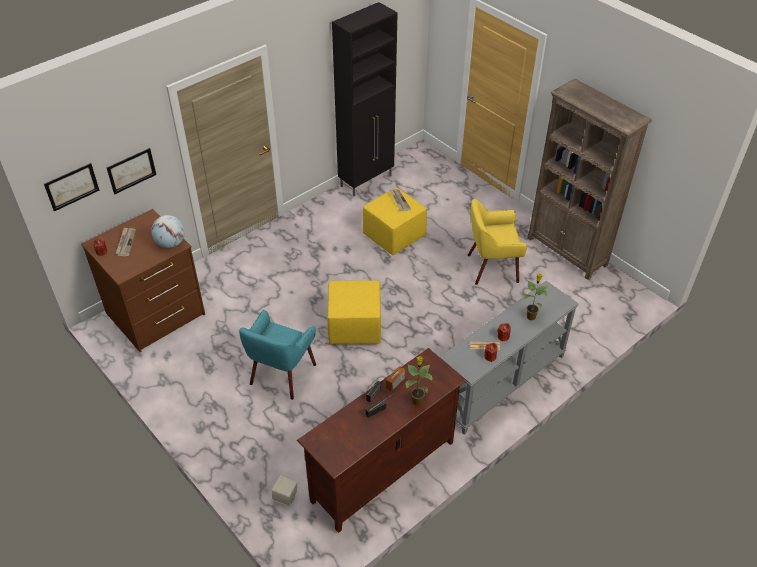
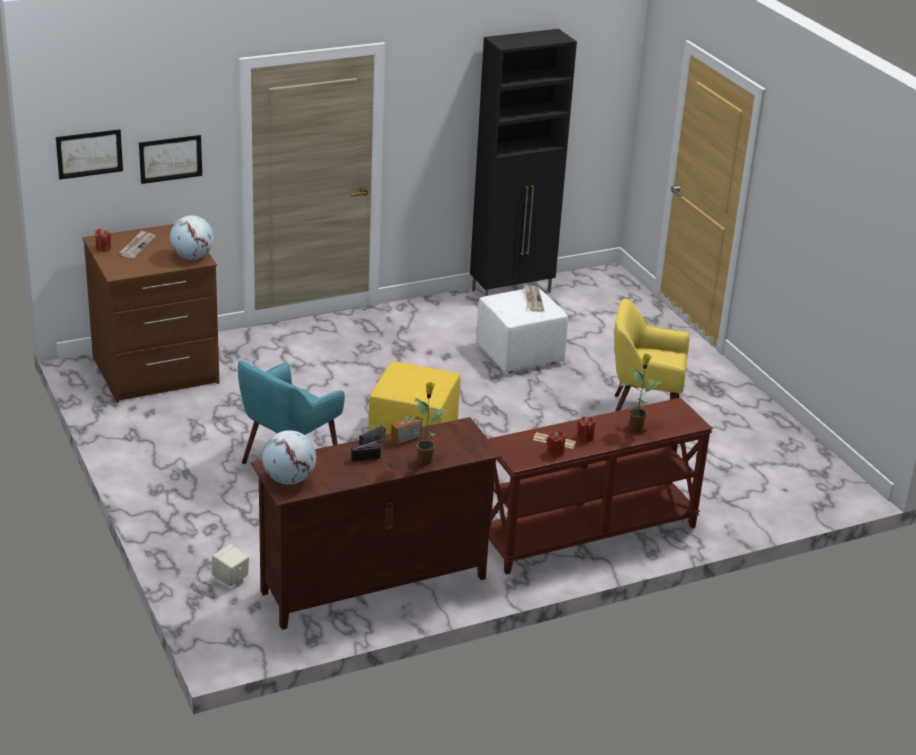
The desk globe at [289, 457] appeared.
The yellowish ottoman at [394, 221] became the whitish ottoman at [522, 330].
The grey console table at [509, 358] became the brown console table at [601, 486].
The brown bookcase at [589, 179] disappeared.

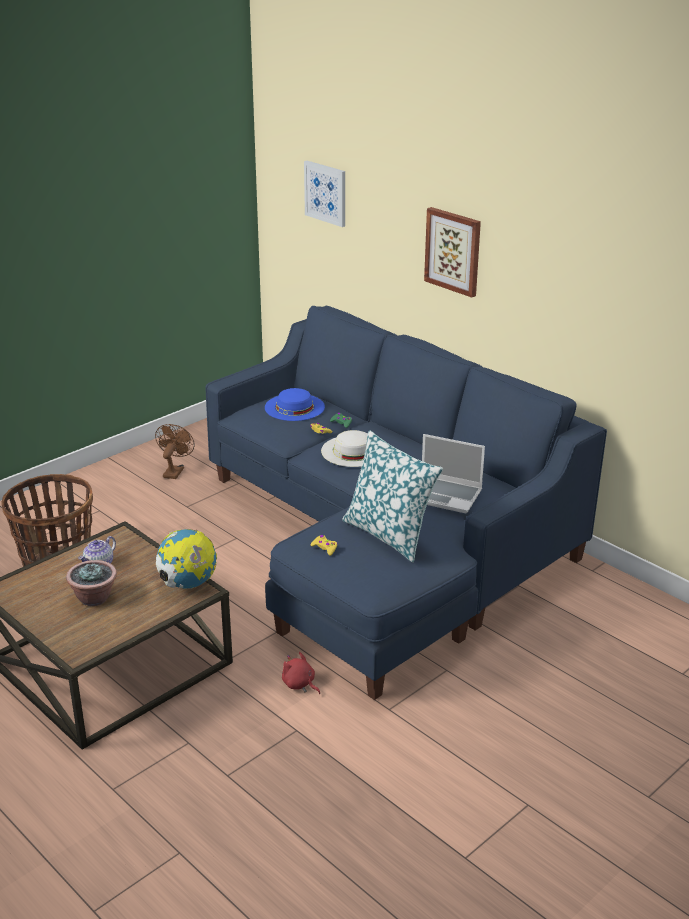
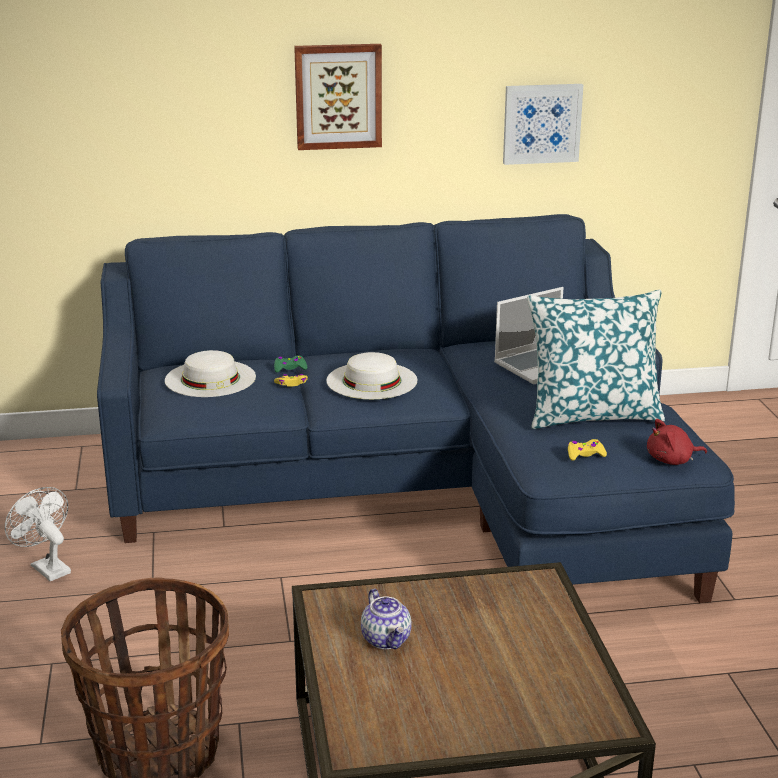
The brown electric fan at [174, 451] became the whitish electric fan at [38, 534].
The bluish wearable hat at [295, 404] became the whitish wearable hat at [210, 373].
The wall picture moved from [324, 194] to [543, 124].
The red cuddly toy moved from [301, 673] to [677, 442].
The plant in a pot at [91, 583] disappeared.
The desk globe at [186, 559] disappeared.

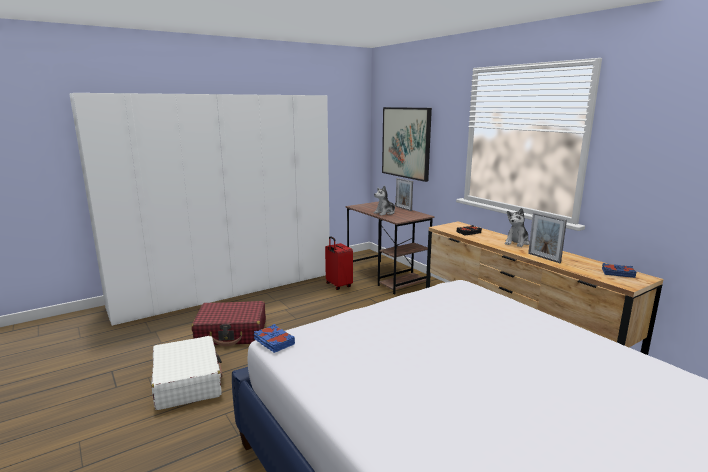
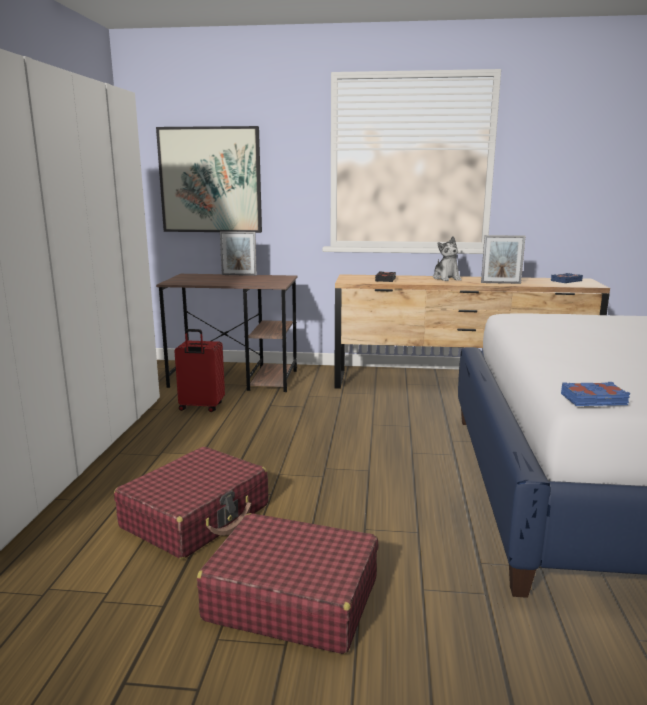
The whitish piece of luggage at [186, 373] became the red piece of luggage at [288, 583].
The cuddly toy at [385, 200] disappeared.

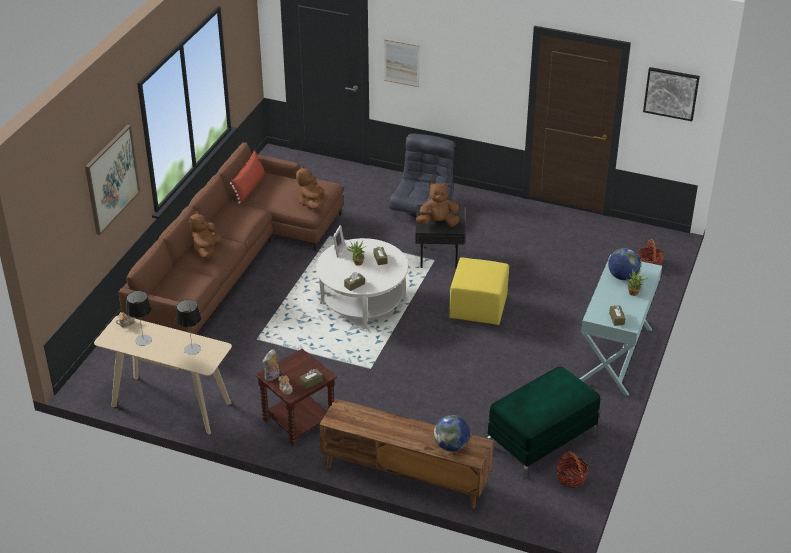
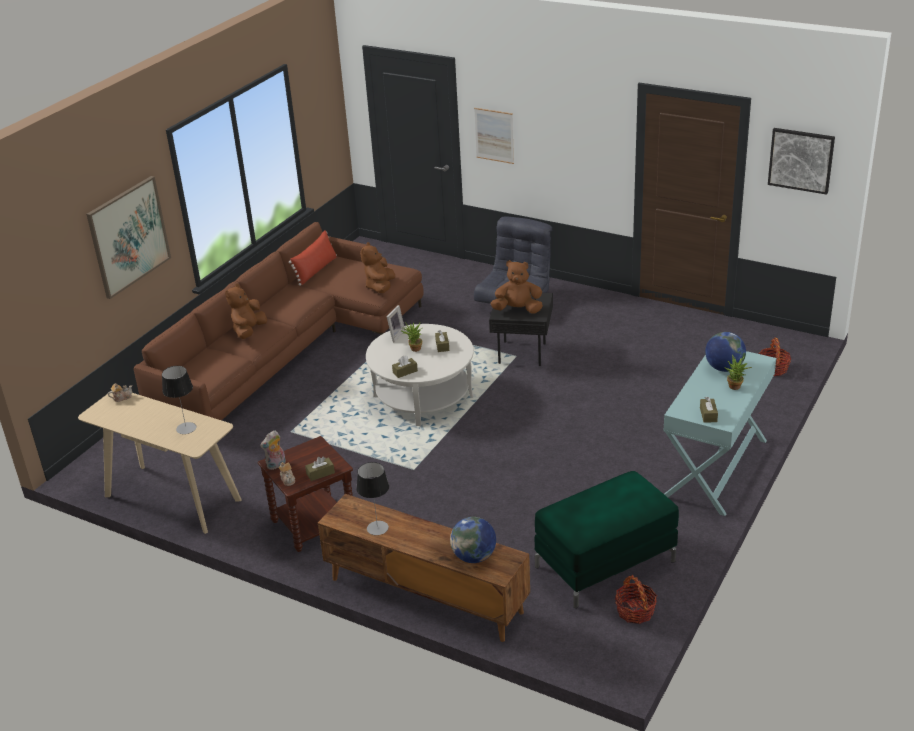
The lamp for a table moved from [139, 318] to [372, 498].
The yellowish ottoman at [479, 291] disappeared.

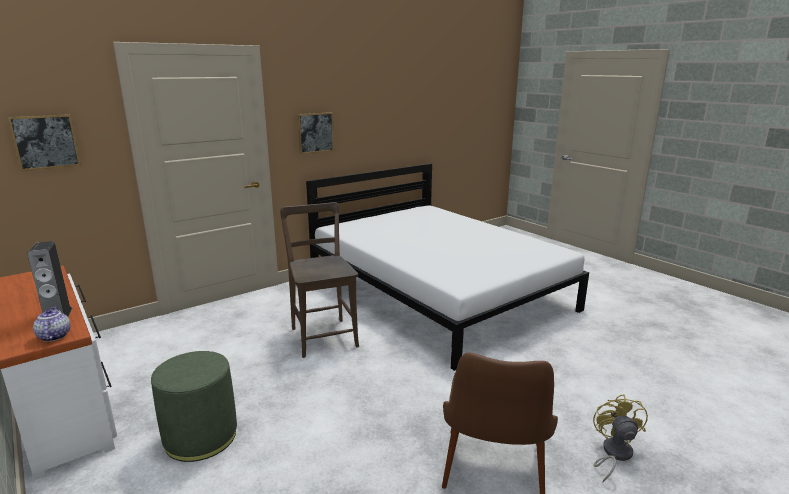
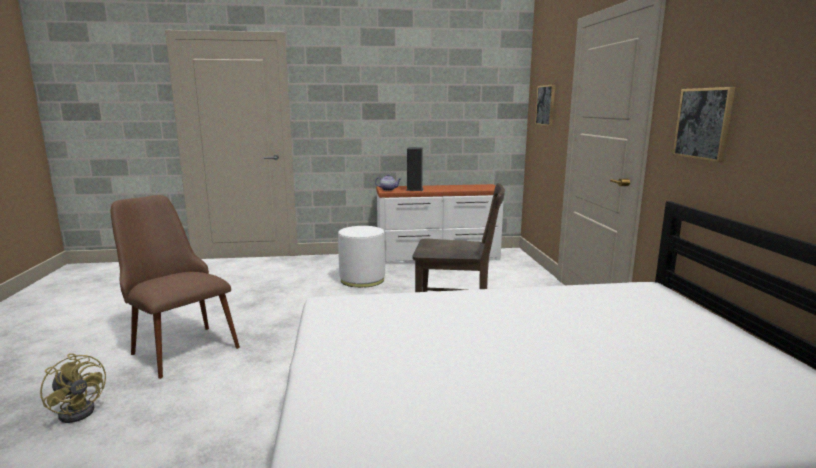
The green-coloured ottoman at [194, 406] became the whitish ottoman at [361, 257].

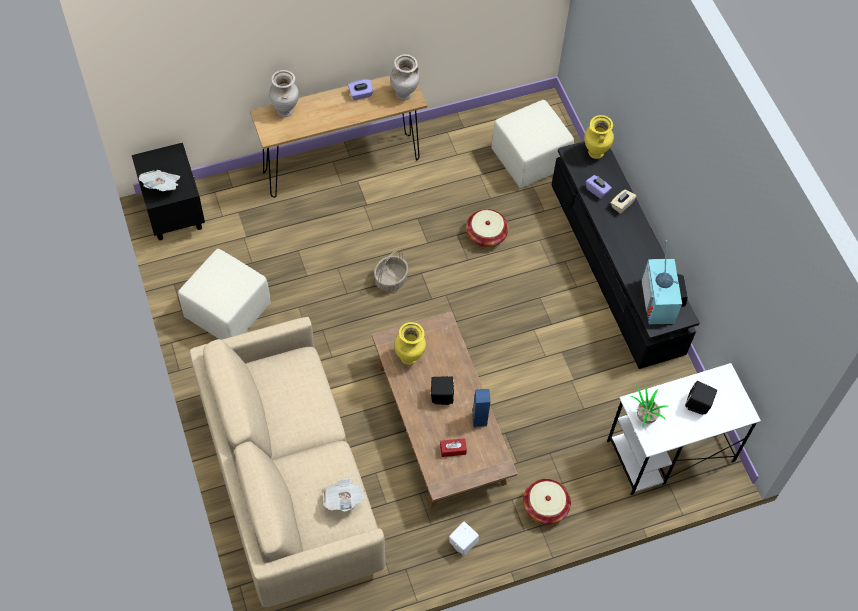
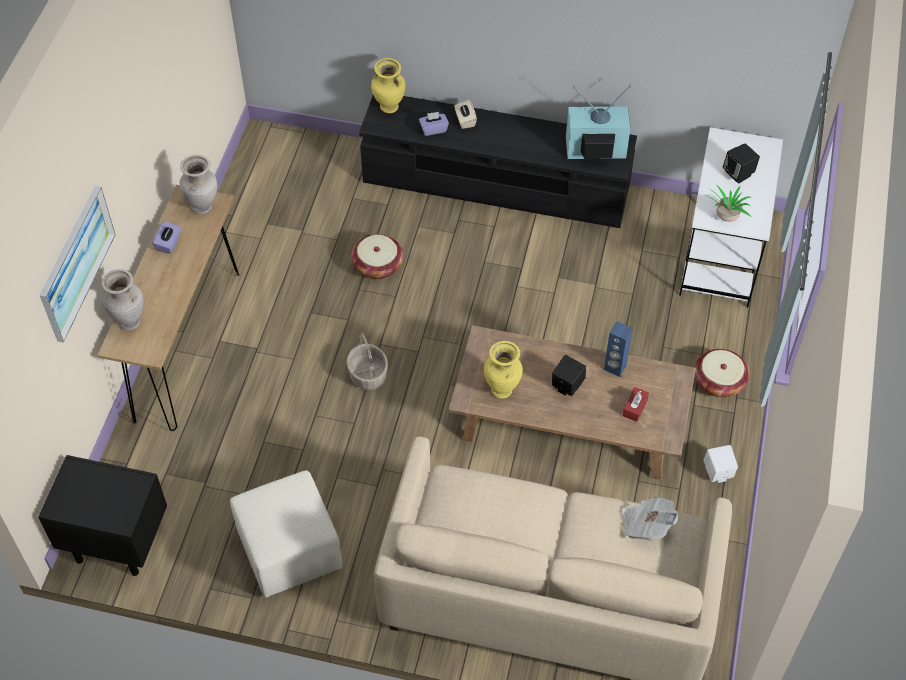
The wall picture at [78, 264] appeared.
The television at [665, 282] turned 150 degrees clockwise.
The daily paper at [159, 180] disappeared.
The sand-coloured ottoman at [532, 144] disappeared.

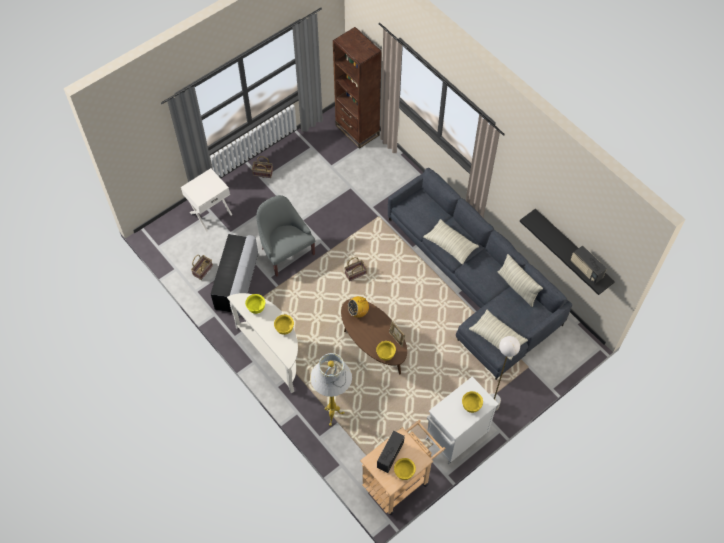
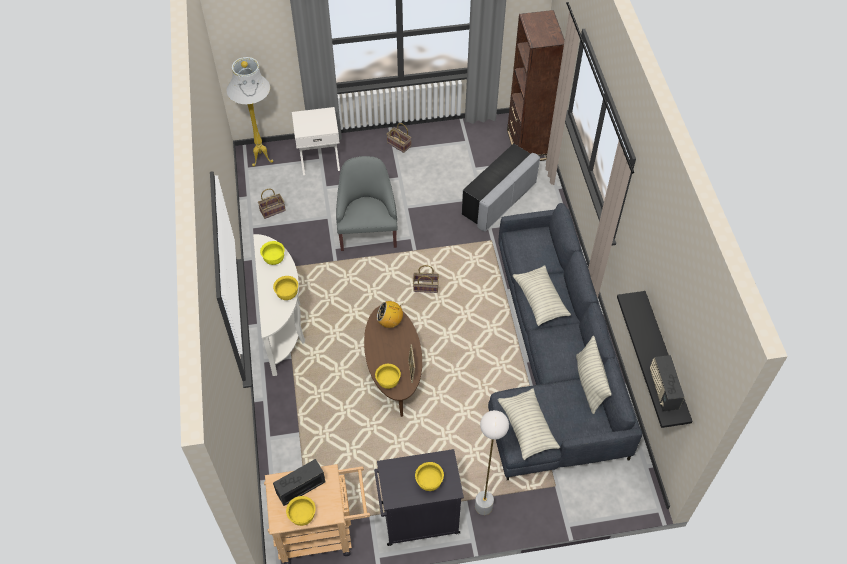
The whitish floor lamp moved from [331, 389] to [250, 111].
The whitish cabinet at [462, 421] became the black cabinet at [419, 497].
The grey ottoman moved from [234, 275] to [501, 187].

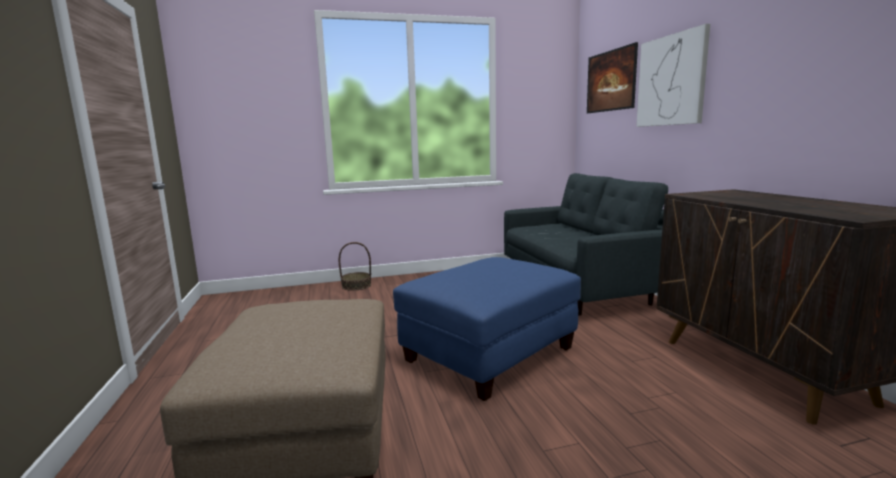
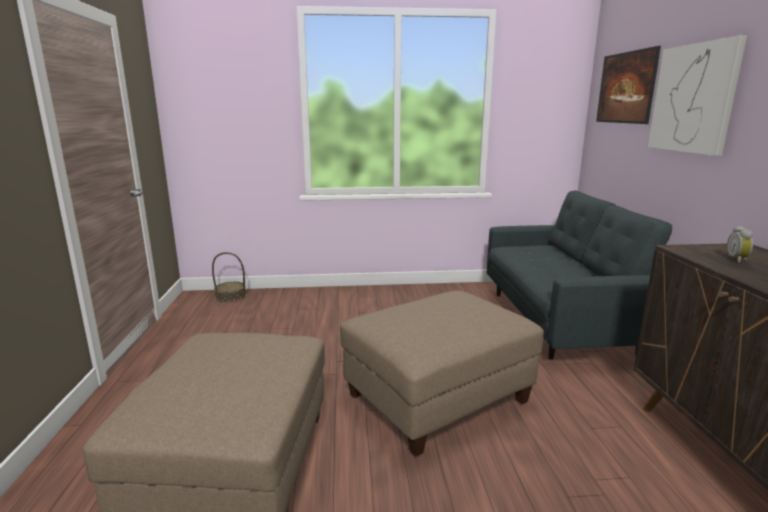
The basket moved from [355, 266] to [229, 277].
The bluish ottoman at [487, 329] became the sand-coloured ottoman at [442, 374].
The table clock at [740, 244] appeared.

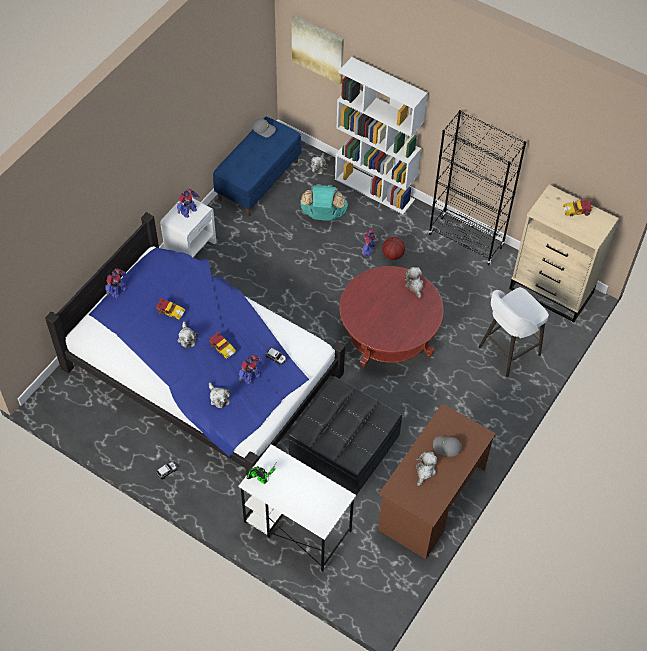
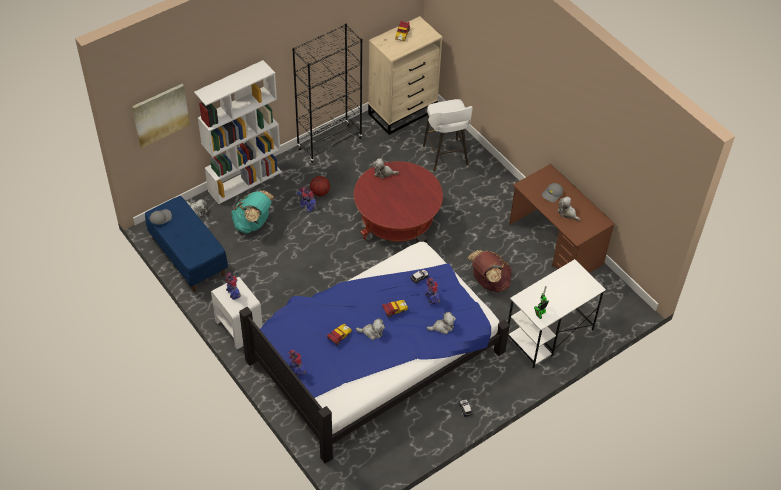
The black ottoman at [345, 435] was replaced by the brown knapsack at [490, 271].

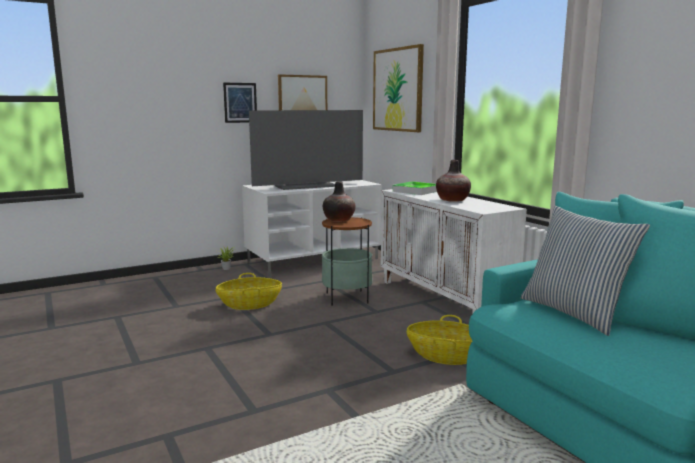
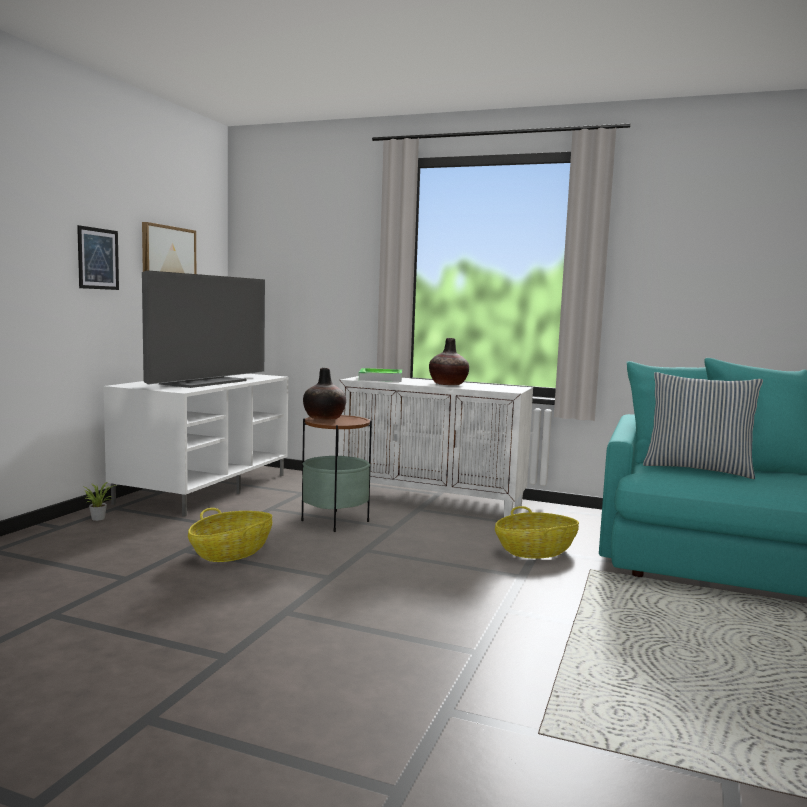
The wall picture at [398, 88] disappeared.

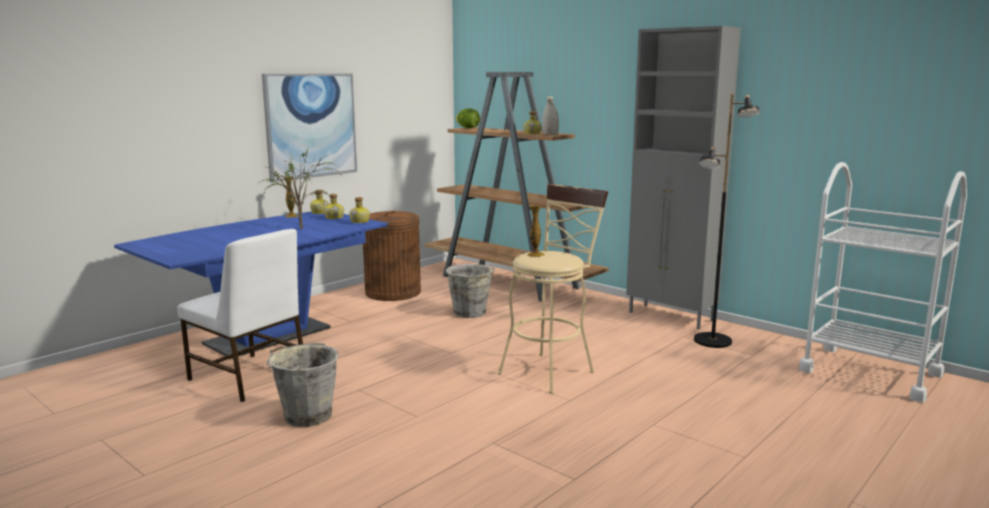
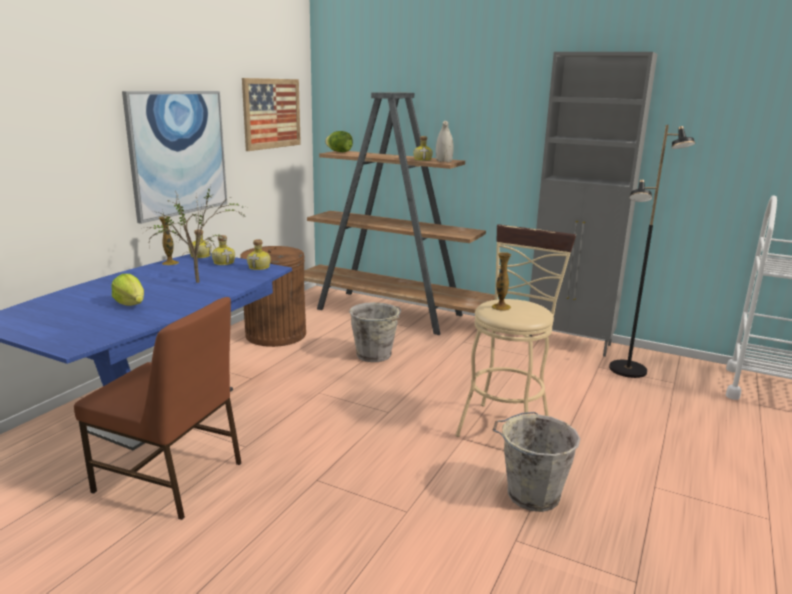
The whitish plain chair at [240, 315] became the brown plain chair at [158, 408].
The lettuce head at [127, 290] appeared.
The wall picture at [271, 114] appeared.
The grey water bucket moved from [303, 385] to [536, 462].

